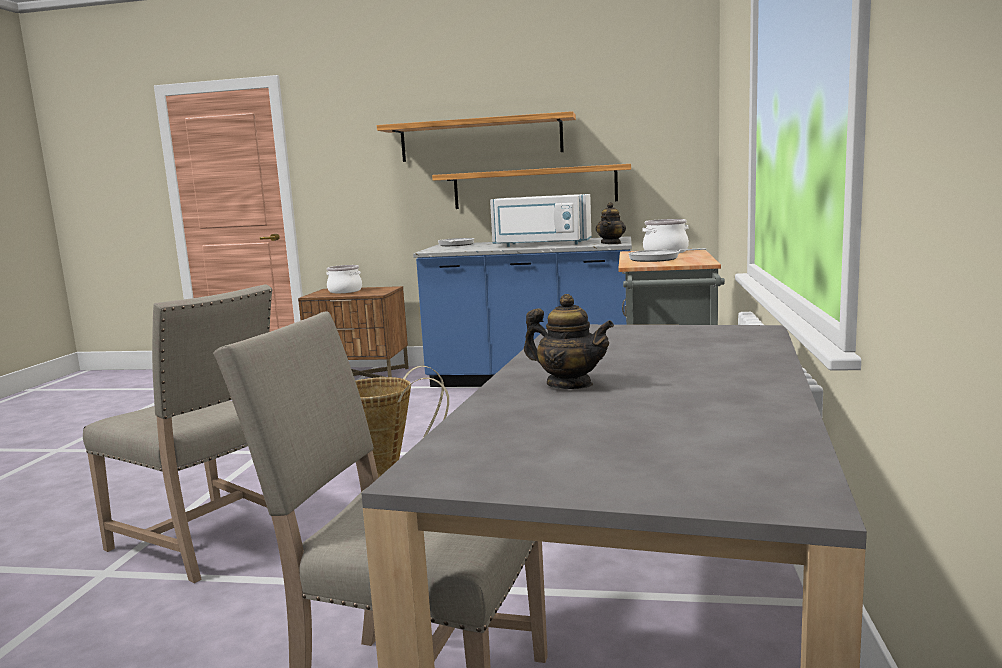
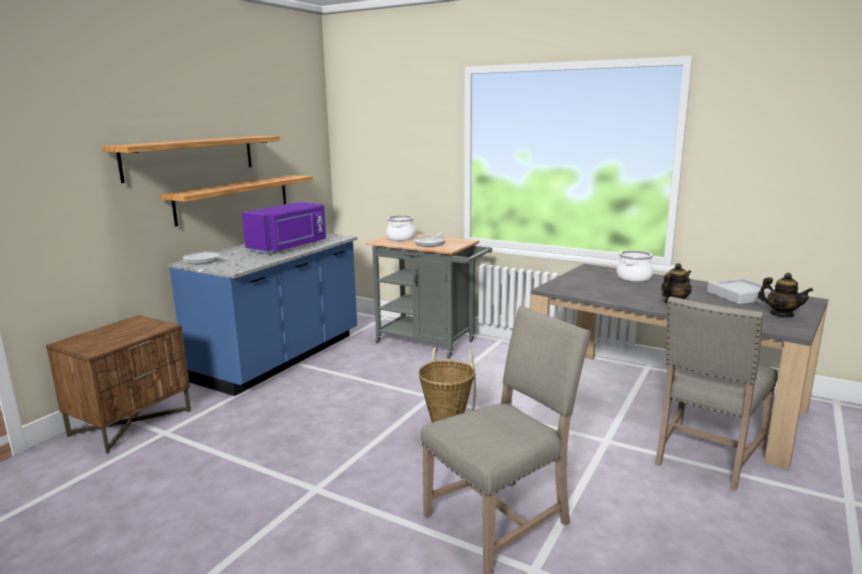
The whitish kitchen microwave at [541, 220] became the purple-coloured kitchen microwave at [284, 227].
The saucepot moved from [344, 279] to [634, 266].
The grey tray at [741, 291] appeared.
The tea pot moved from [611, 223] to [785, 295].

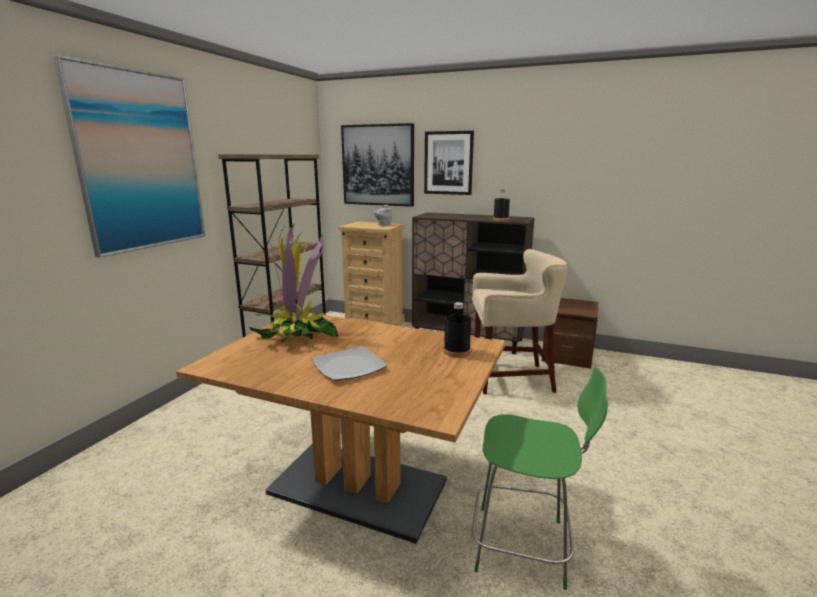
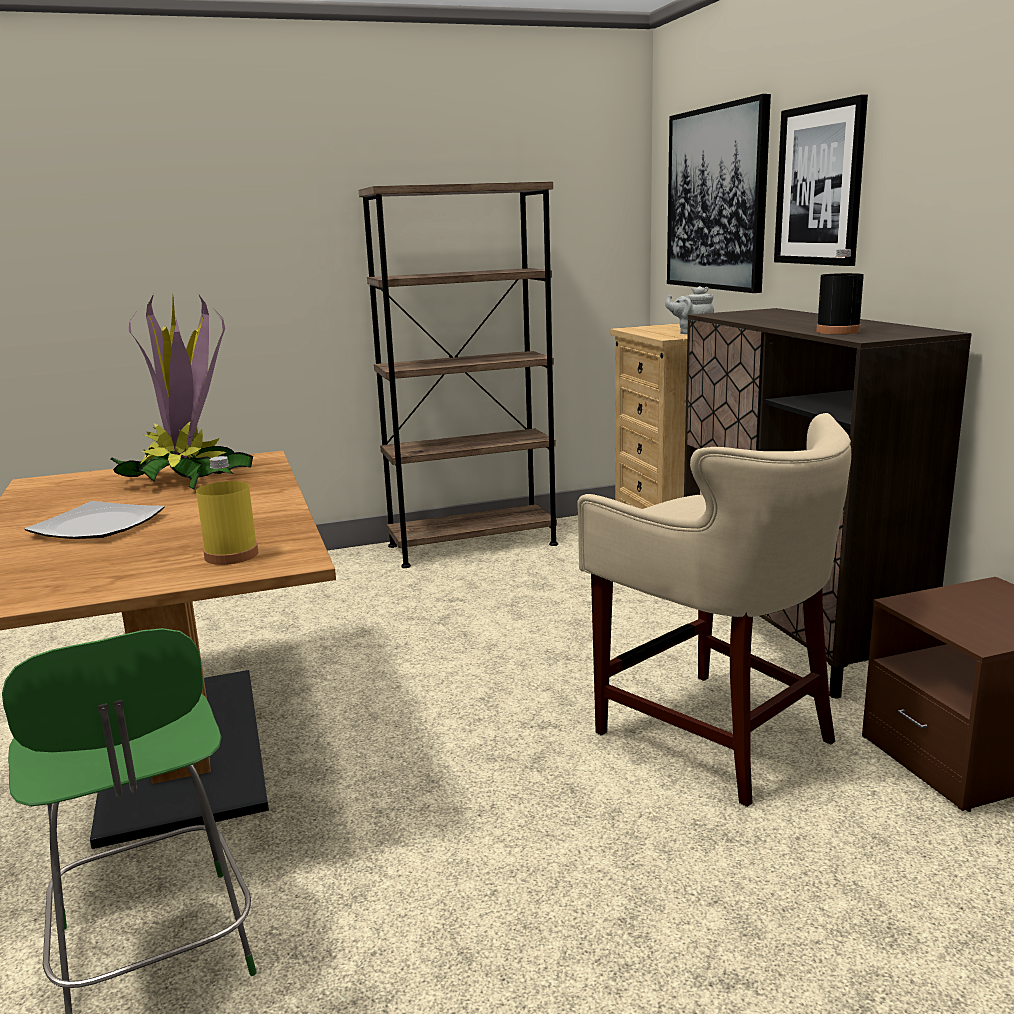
The black drink bottle at [457, 330] became the yellowish drink bottle at [227, 510].
The wall picture at [129, 156] disappeared.

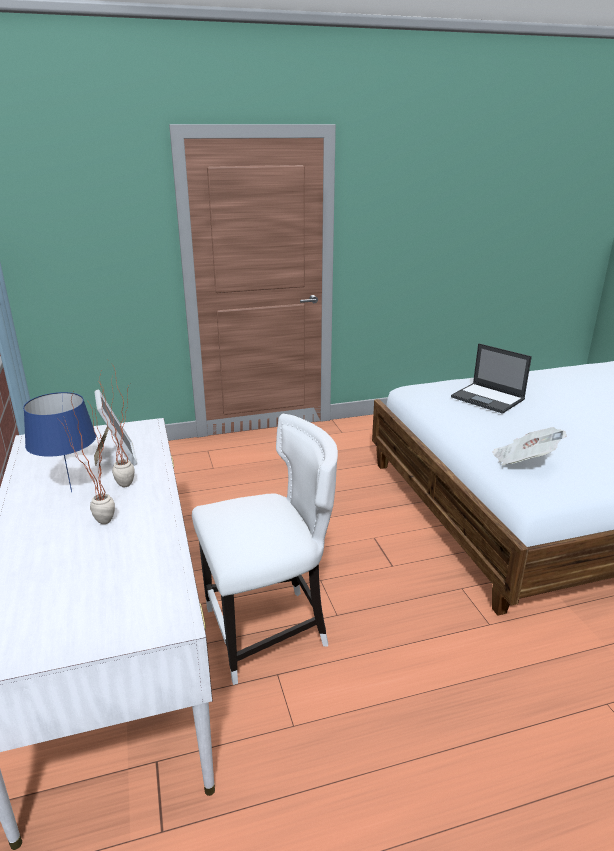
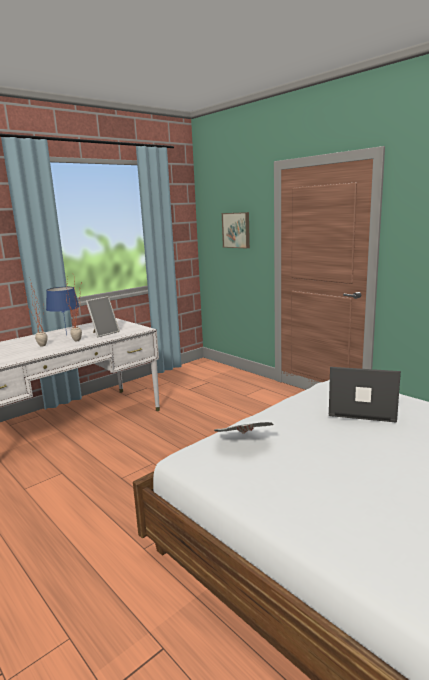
The wall picture at [236, 230] appeared.
The portable computer at [491, 378] turned 90 degrees clockwise.
The whitish plain chair at [265, 549] disappeared.

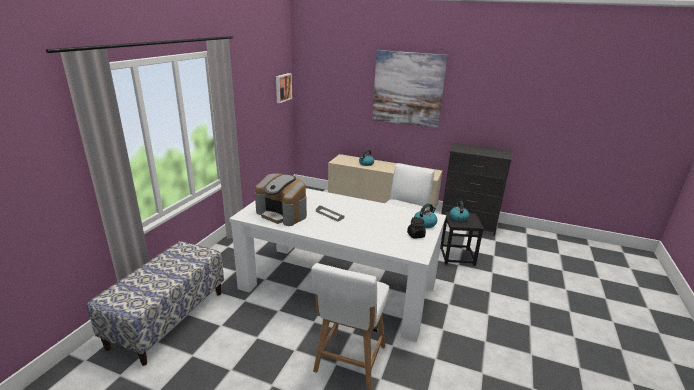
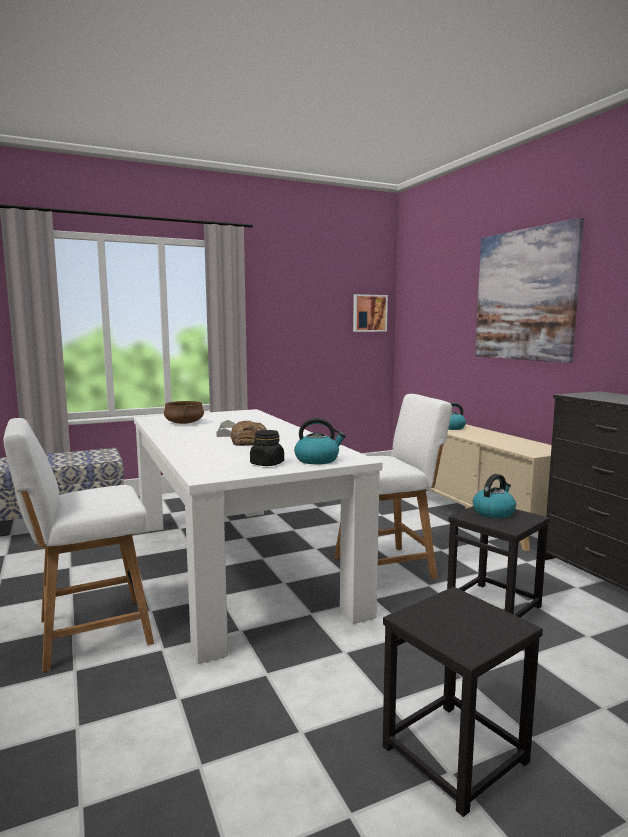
The coffee machine at [281, 199] was replaced by the brown saucepot at [184, 412].
The baked bread at [249, 433] appeared.
The black stool seat at [463, 702] appeared.

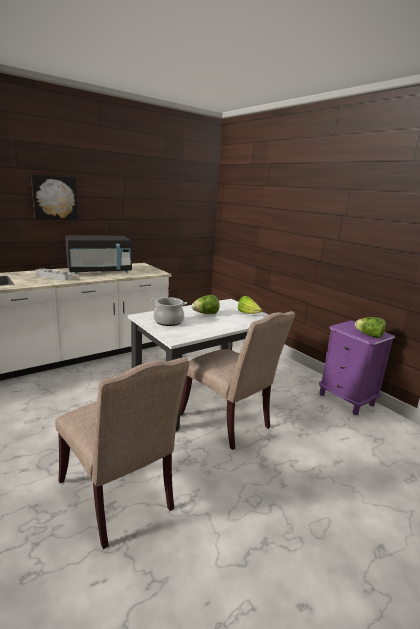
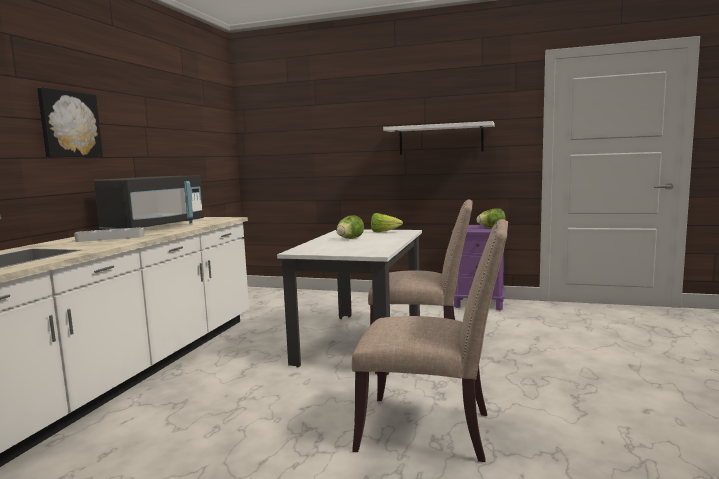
The whitish wall shelf at [438, 137] appeared.
The saucepot at [169, 311] disappeared.

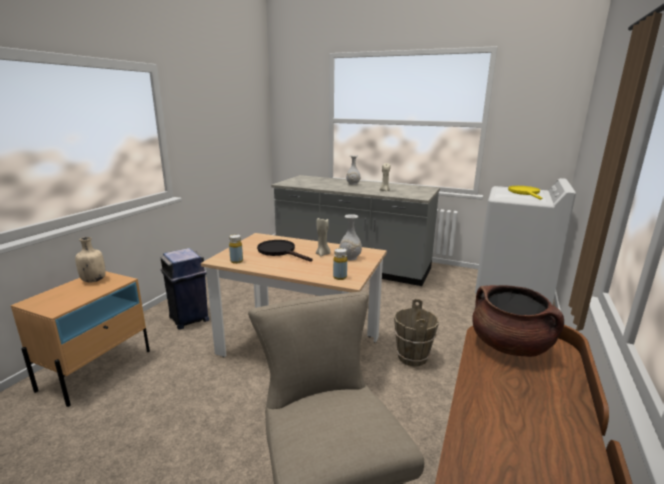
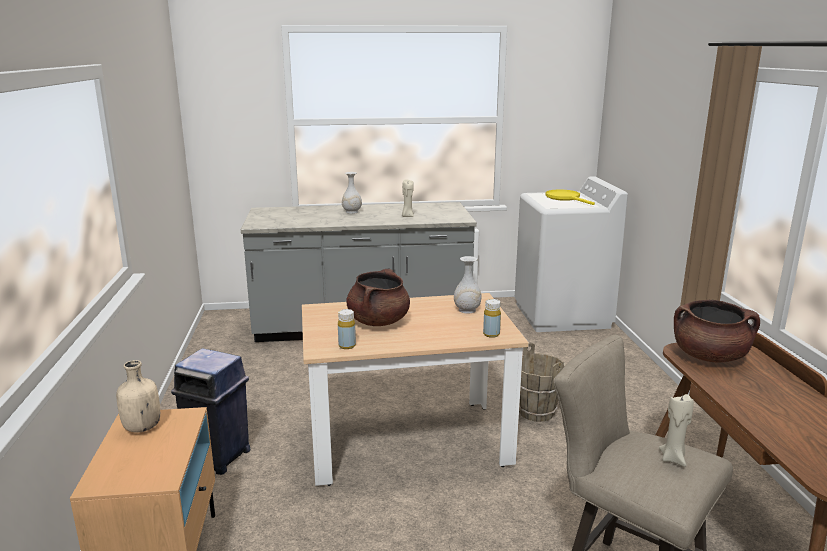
The black skillet at [284, 251] was replaced by the brown saucepot at [378, 297].
The sand-coloured candle moved from [323, 237] to [676, 430].

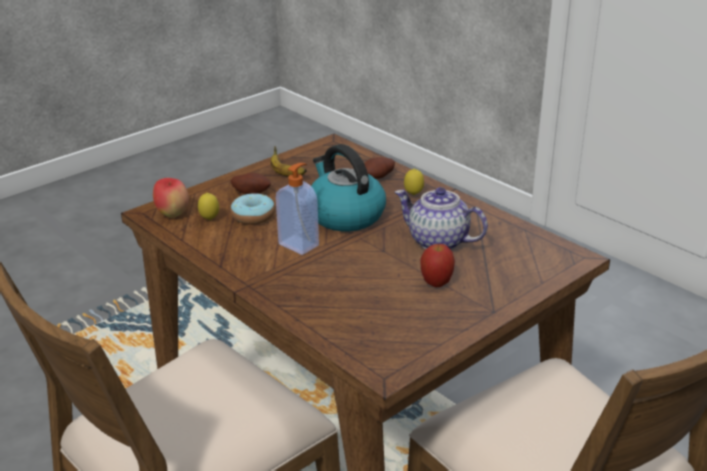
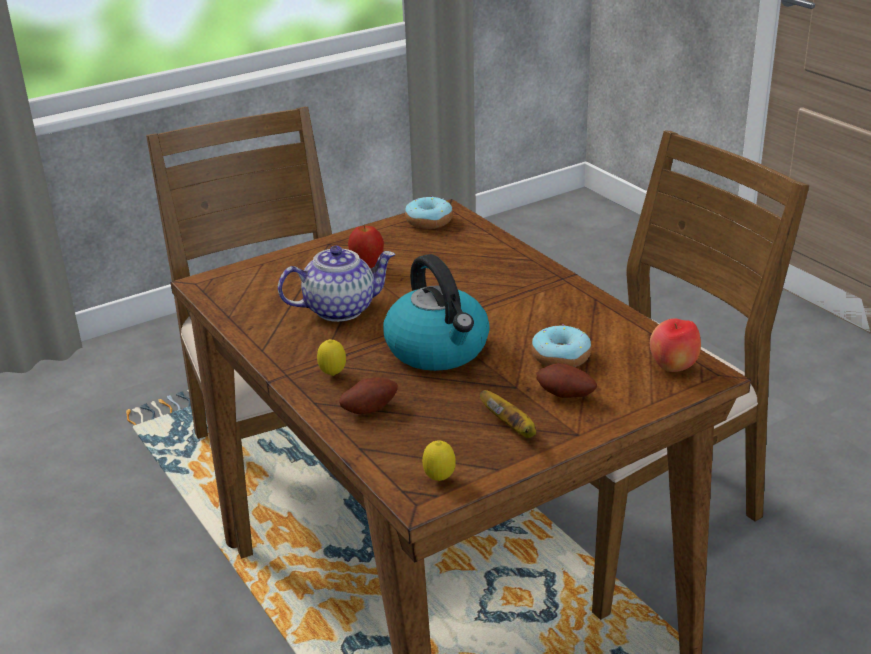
The tea pot at [441, 218] turned 60 degrees counterclockwise.
The ring doughnut at [429, 212] appeared.
The lemon moved from [208, 206] to [439, 461].
The liquid soap bottle at [297, 209] disappeared.

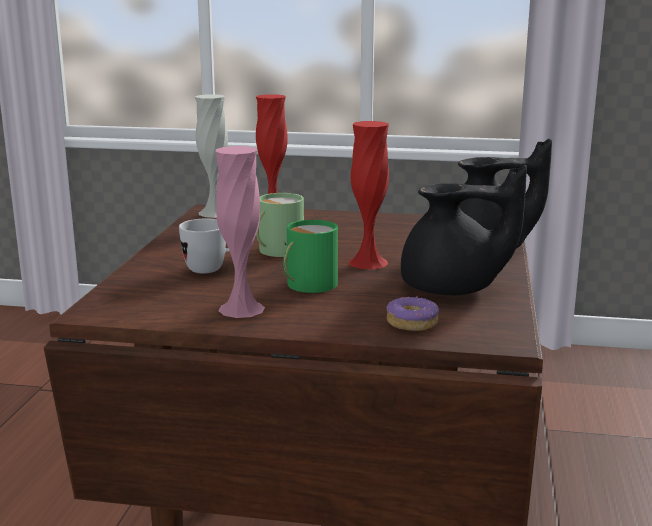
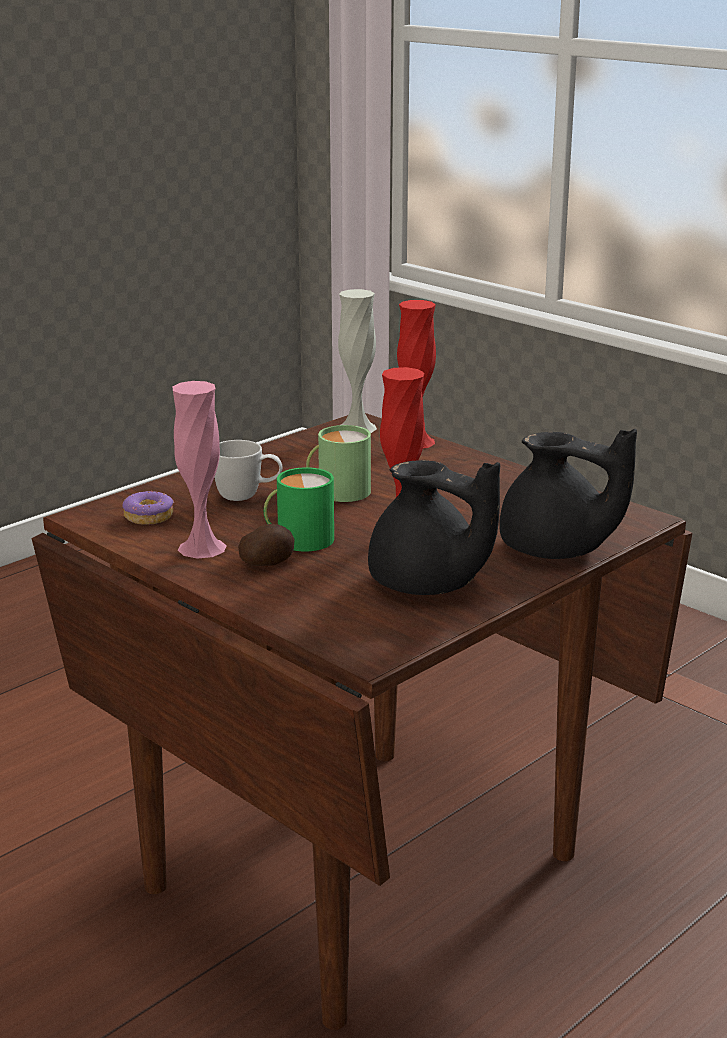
The ring doughnut moved from [412, 314] to [148, 508].
The whole potato at [266, 545] appeared.

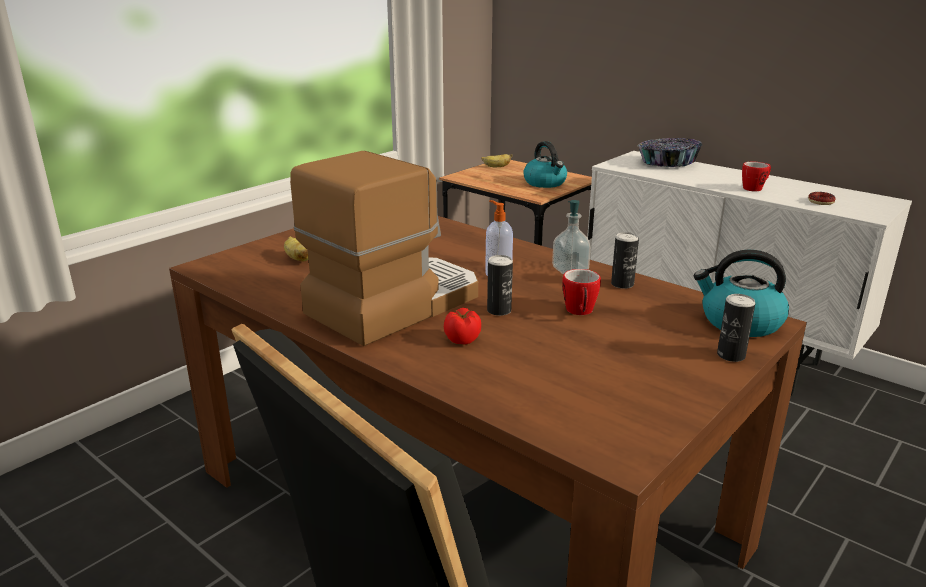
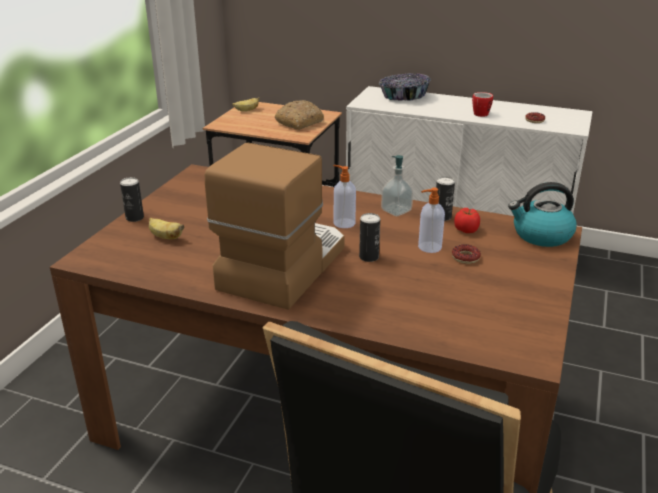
The can moved from [736, 328] to [132, 199].
The tea kettle at [545, 164] was replaced by the baked bread at [299, 115].
The mug at [581, 292] was replaced by the liquid soap bottle at [431, 220].
The ring doughnut at [466, 254] appeared.
The fresh tomato moved from [462, 326] to [467, 220].

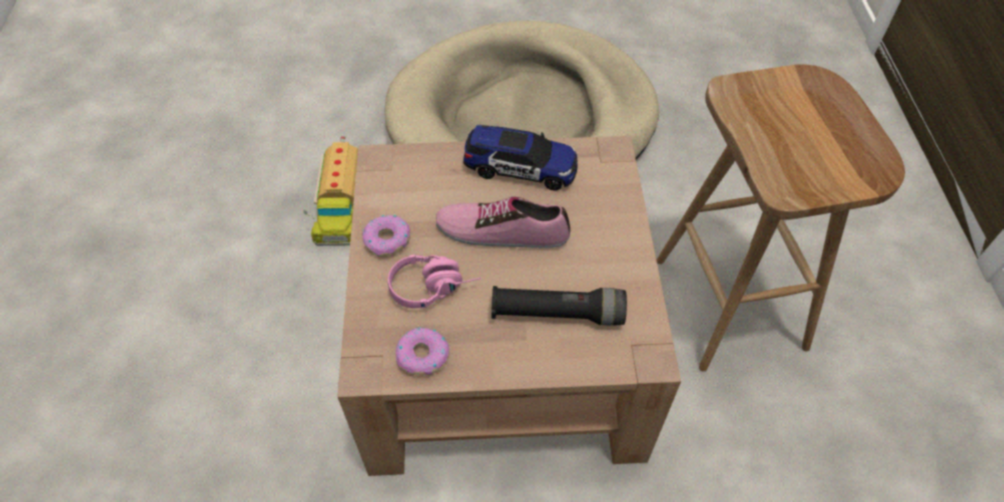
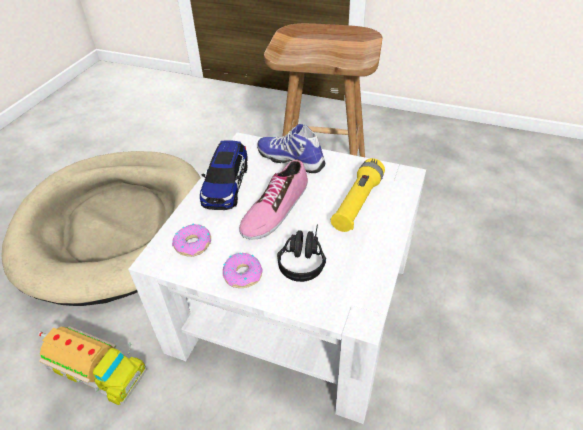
The brown lounge table at [509, 306] became the whitish lounge table at [277, 278].
The ring doughnut moved from [423, 351] to [191, 240].
The miniature car at [520, 158] turned 150 degrees clockwise.
The item of footwear at [291, 148] appeared.
The pinkish pair of headphones at [434, 281] became the black pair of headphones at [301, 253].
The black hand torch at [559, 306] became the yellowish hand torch at [358, 195].

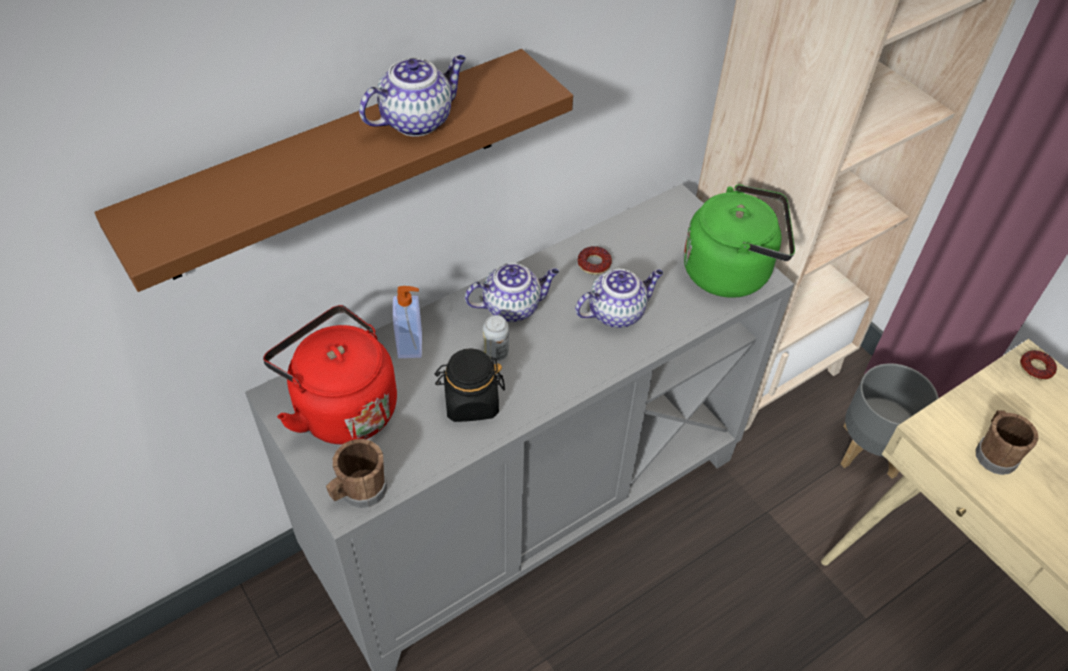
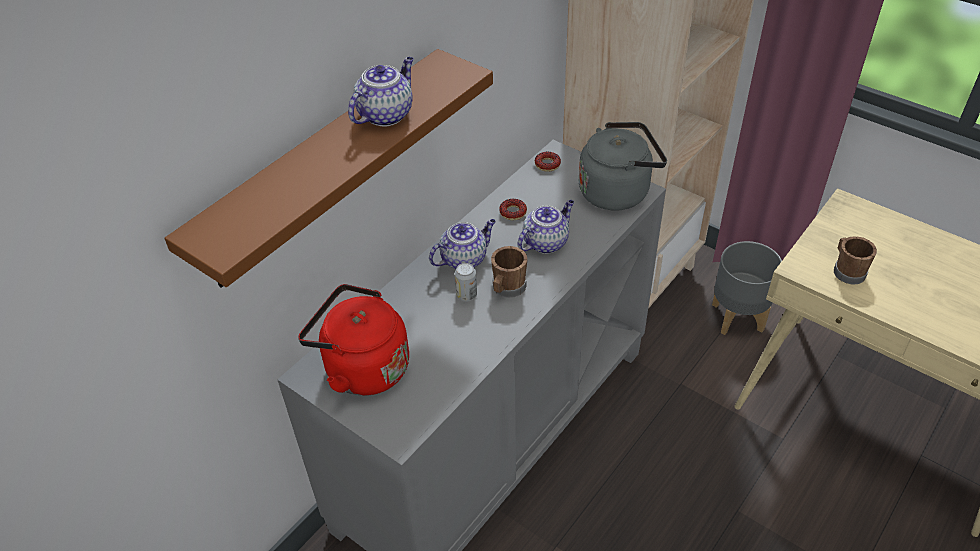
The brown mug moved from [356, 473] to [509, 272].
The ring doughnut moved from [1038, 365] to [548, 162].
The green-coloured tea kettle at [739, 241] became the grey tea kettle at [623, 166].
The liquid soap bottle at [407, 322] disappeared.
The black storage jar at [469, 385] disappeared.

